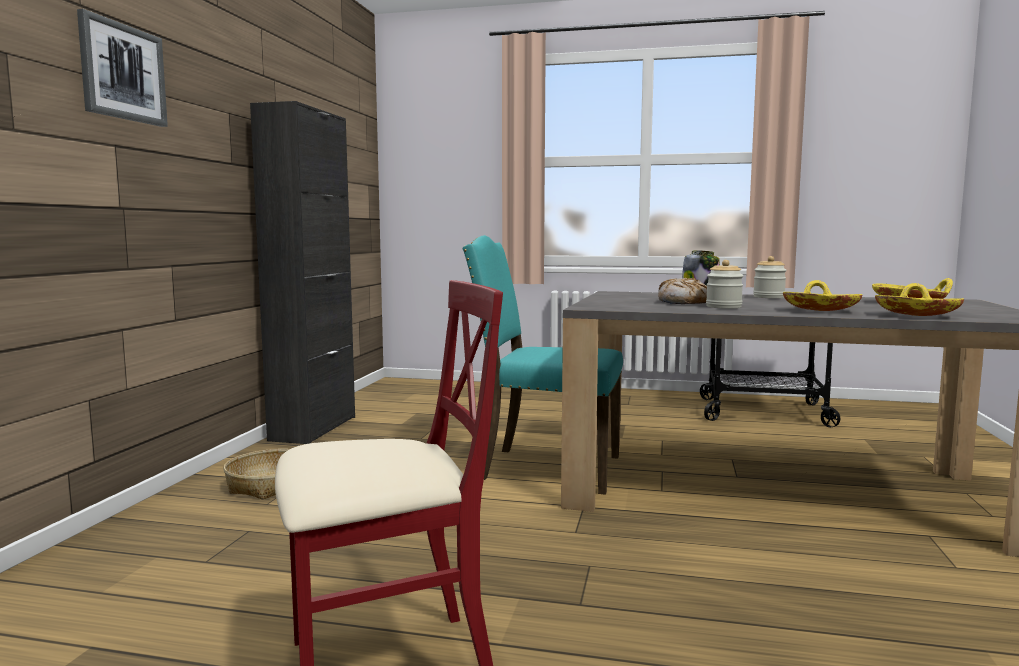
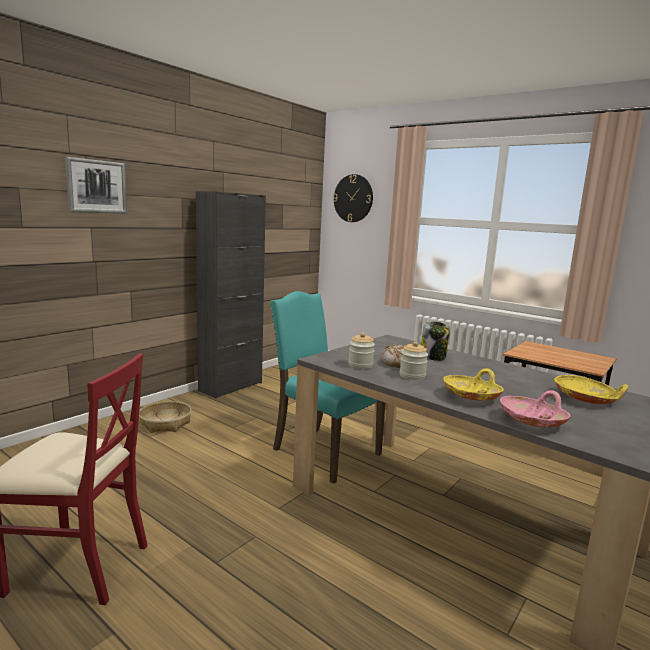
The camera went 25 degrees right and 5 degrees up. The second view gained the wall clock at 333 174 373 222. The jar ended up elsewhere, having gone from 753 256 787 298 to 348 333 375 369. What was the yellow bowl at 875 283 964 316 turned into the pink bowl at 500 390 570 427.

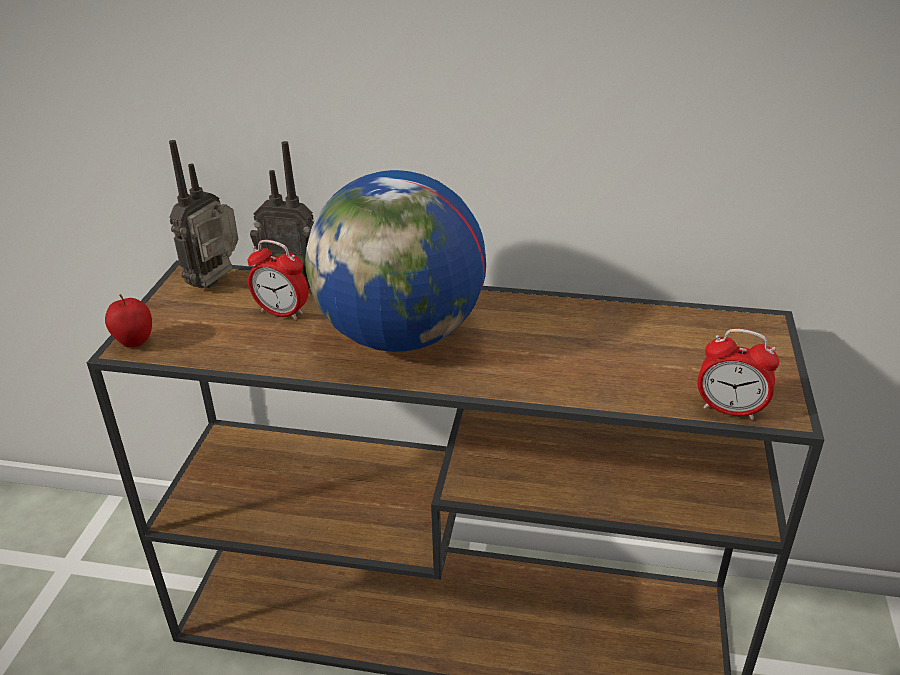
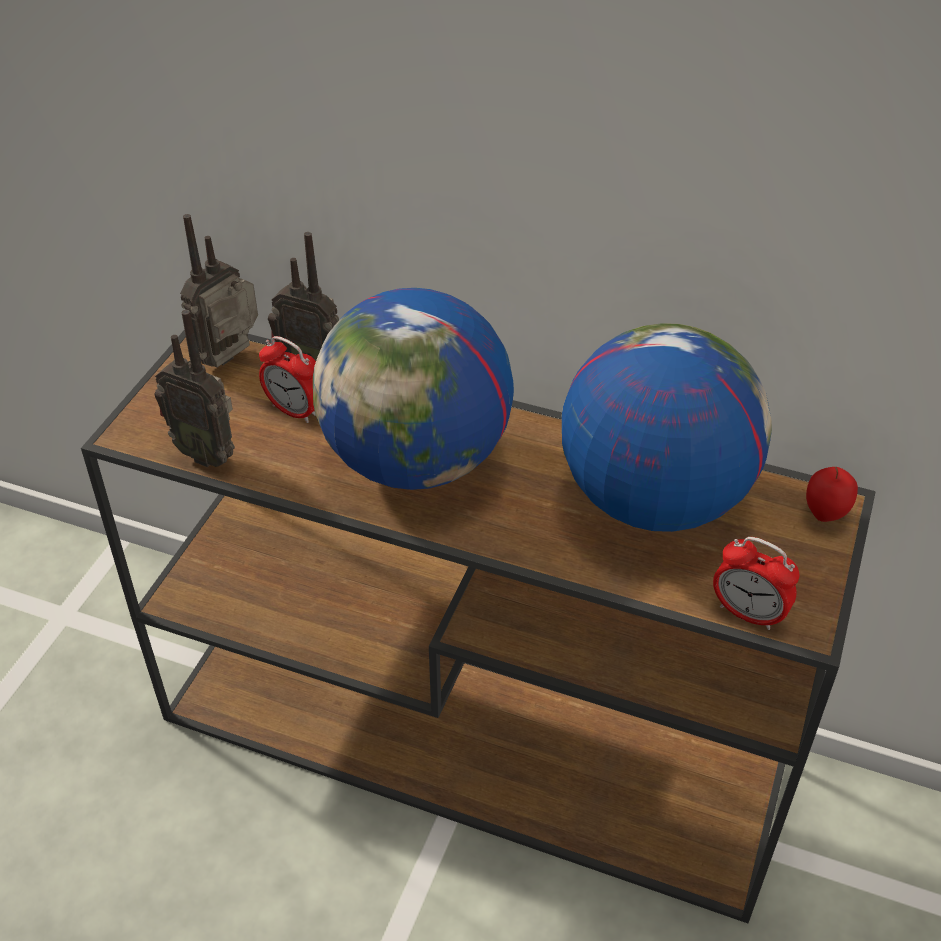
The camera went 10 degrees right and 10 degrees up. The second view gained the radio at 154 310 235 467. The second view gained the globe at 562 323 772 532. The apple ended up elsewhere, having gone from 105 294 152 348 to 806 467 858 522.

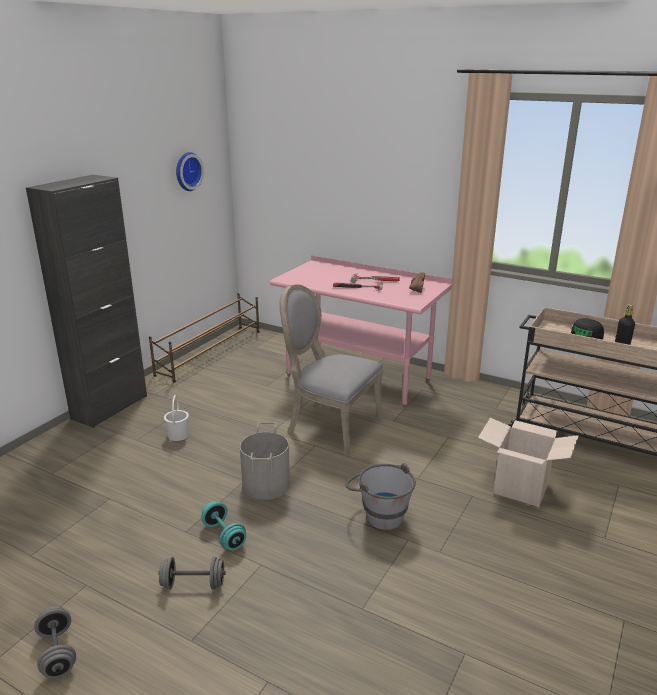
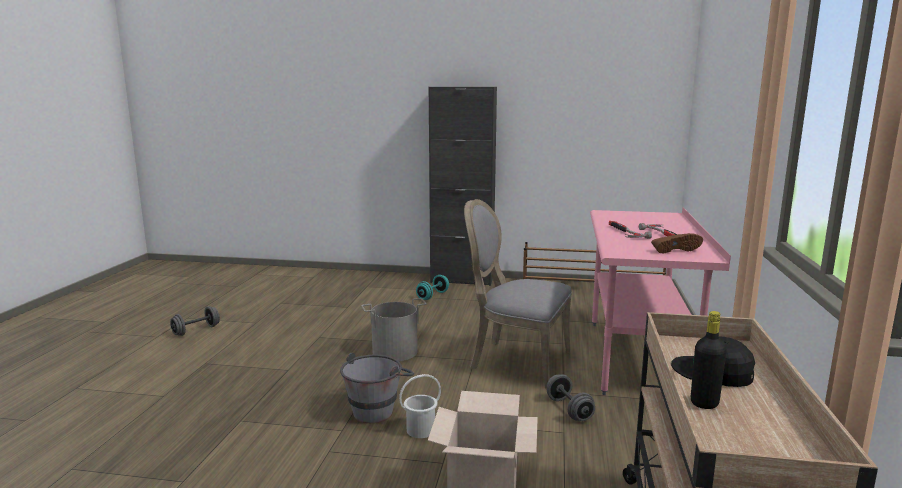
The camera went 70 degrees right and 10 degrees down. The second view lost the wall clock at 176 152 204 191. The grey dumbbell ended up elsewhere, having gone from 158 557 226 590 to 546 374 595 421. The white bucket ended up elsewhere, having gone from 164 395 189 441 to 399 374 441 438. The turquoise dumbbell ended up elsewhere, having gone from 201 501 246 550 to 416 275 449 300. The grey chair at 280 284 383 457 ended up facing another way, 75 degrees counterclockwise from before.

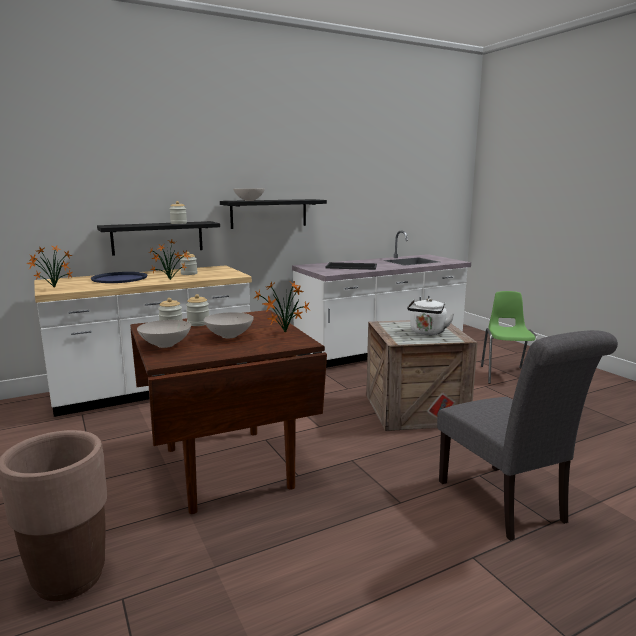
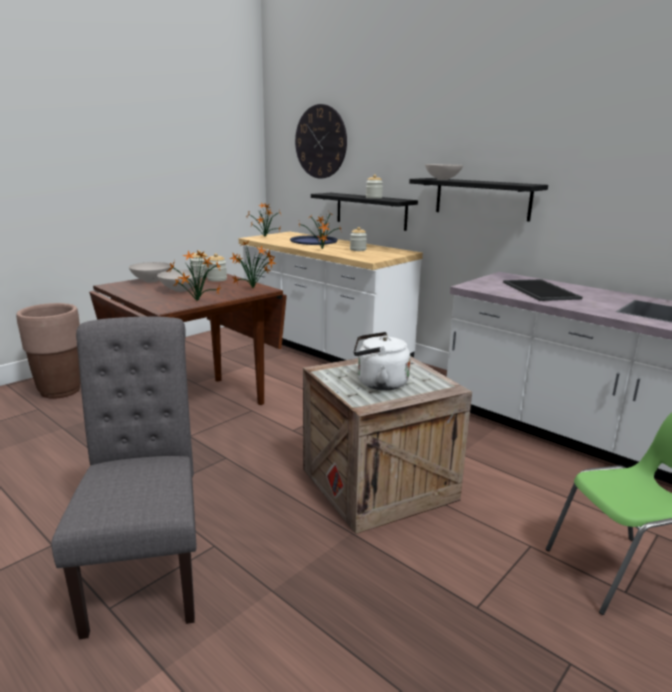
The camera went 70 degrees right and 5 degrees up. The second view gained the potted plant at 229 241 276 288. The second view gained the wall clock at 295 104 347 179. The grey chair at 437 330 618 541 ended up facing another way, 120 degrees clockwise from before.

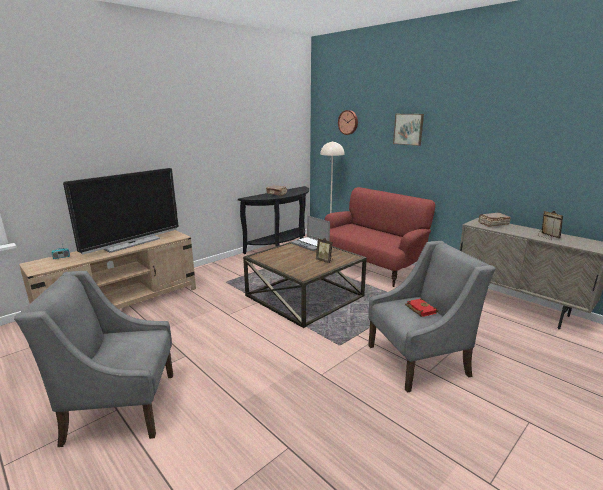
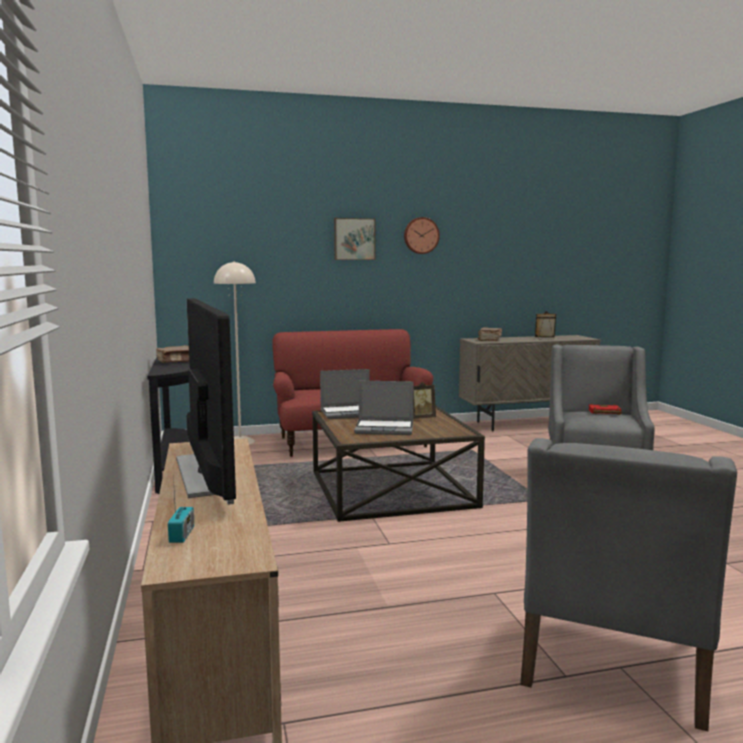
The camera went 60 degrees left and 10 degrees down. The second view gained the laptop at 354 381 414 435. The wall clock ended up elsewhere, having gone from 338 110 358 135 to 404 217 440 254.

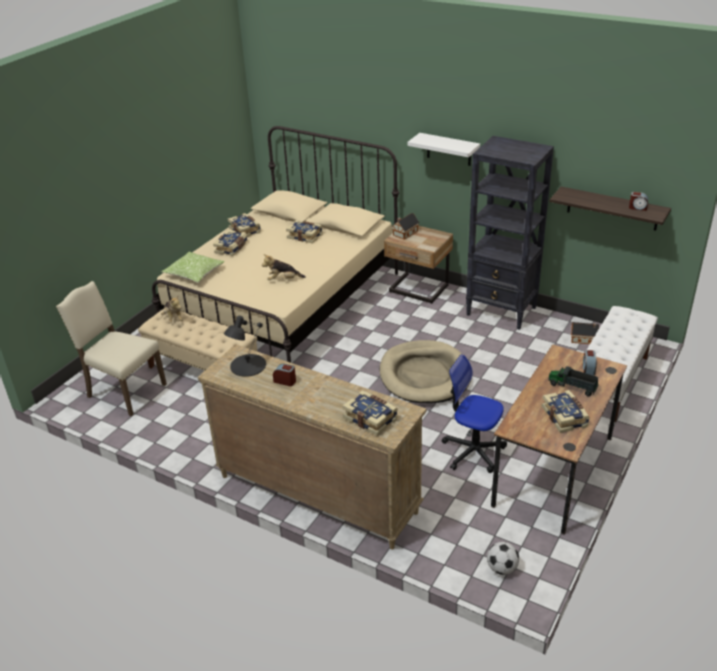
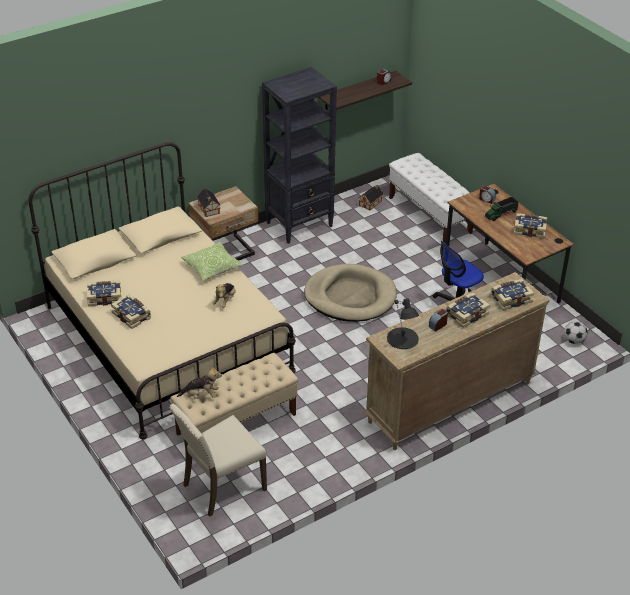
The camera went 65 degrees left and 5 degrees up. The second view lost the white shelf at 407 133 480 166. The pillow ended up elsewhere, having gone from 162 252 225 283 to 181 242 243 281. The book ended up elsewhere, having gone from 286 220 323 243 to 446 293 490 328.

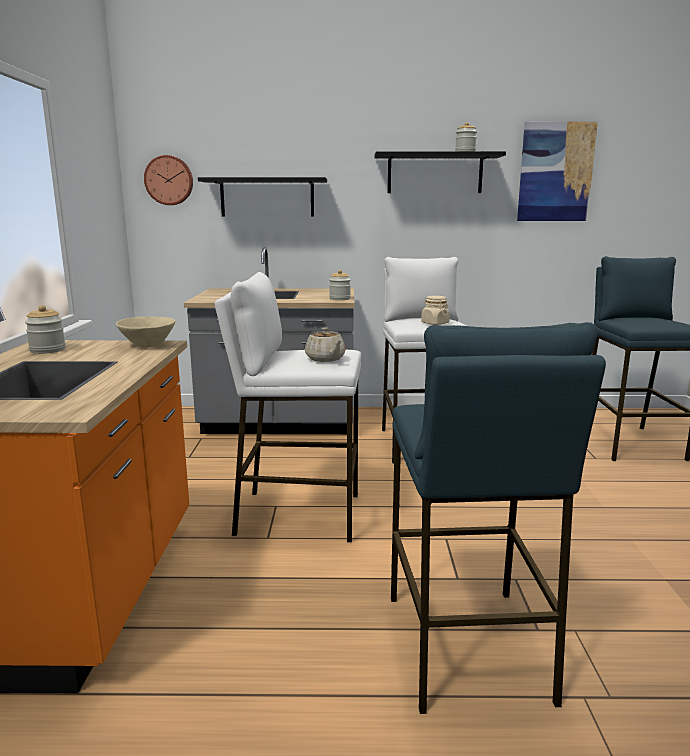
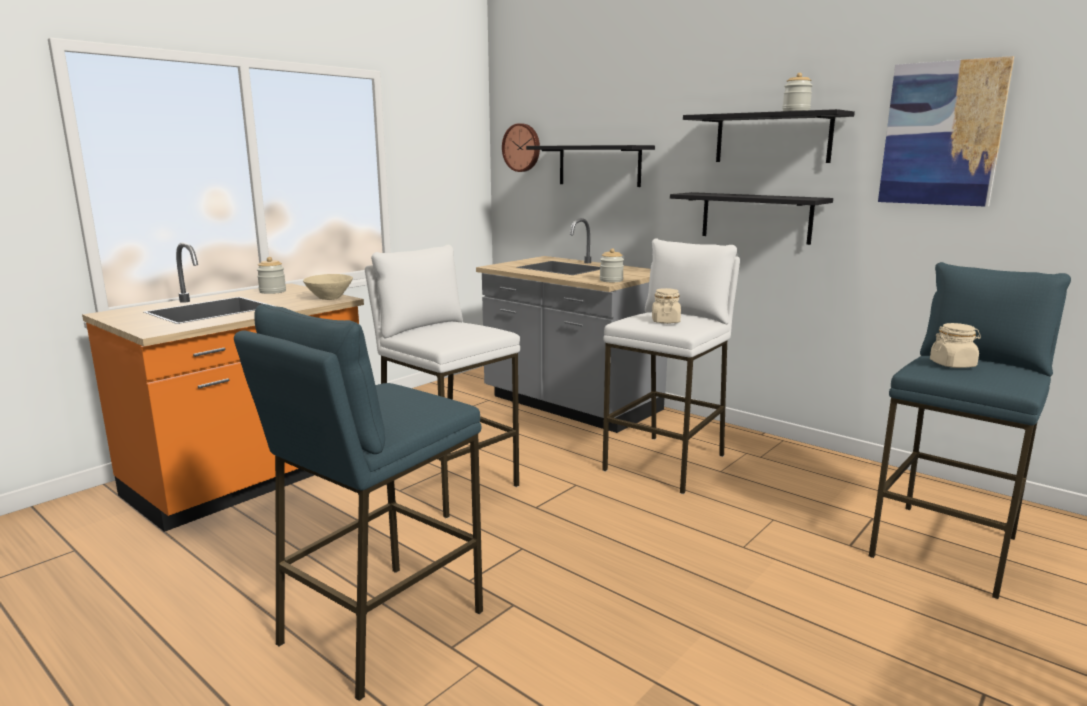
The camera went 40 degrees right and 0 degrees up. The second view lost the beige teapot at 305 327 346 362. The second view gained the black shelf at 670 192 833 245. The second view gained the beige jar at 930 323 981 368.

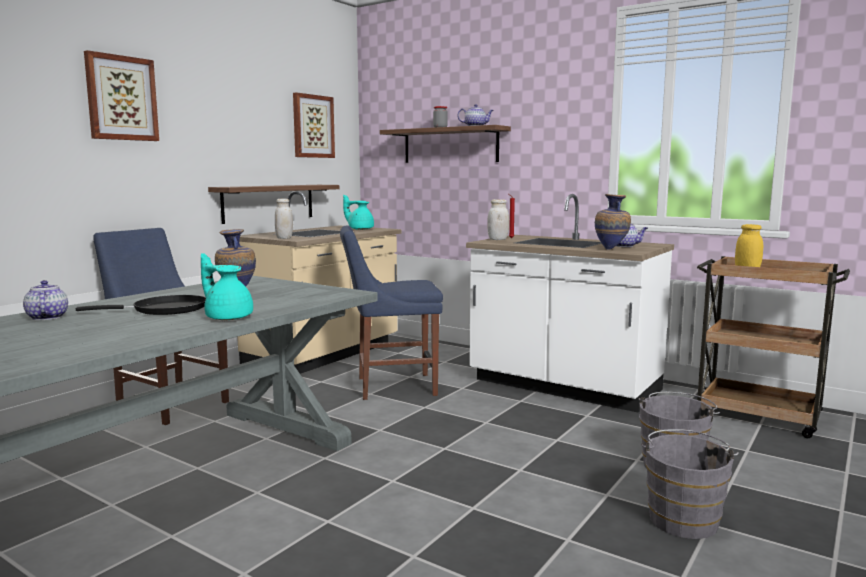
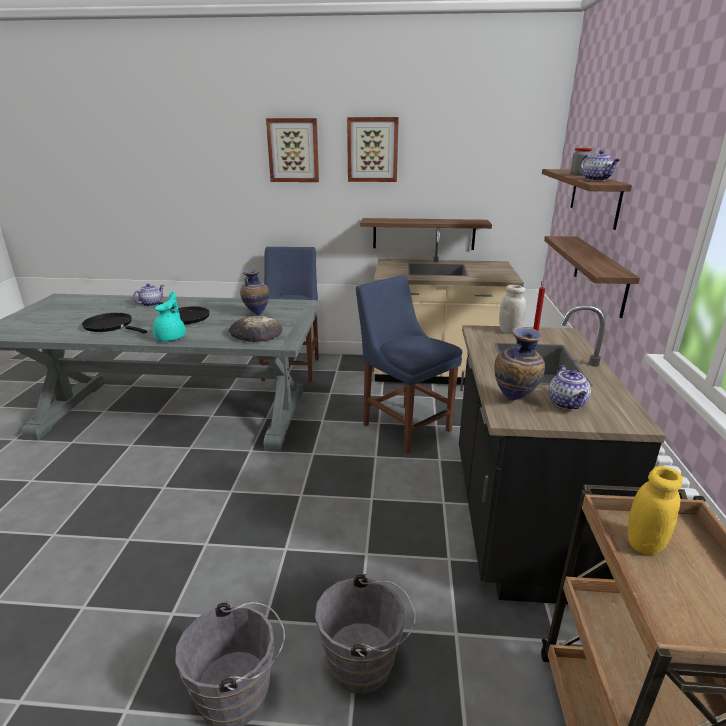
The camera went 60 degrees right and 15 degrees up. The second view lost the white jar at 275 199 293 239. The second view lost the turquoise teapot at 343 195 374 230. The second view gained the black frying pan at 82 313 147 333. The second view gained the bread at 229 315 282 342. The second view gained the shelf at 544 236 640 318. The picture ended up elsewhere, having gone from 293 92 335 158 to 347 117 399 182. What was the white counter at 466 194 674 413 turned into the black counter at 459 305 666 604.

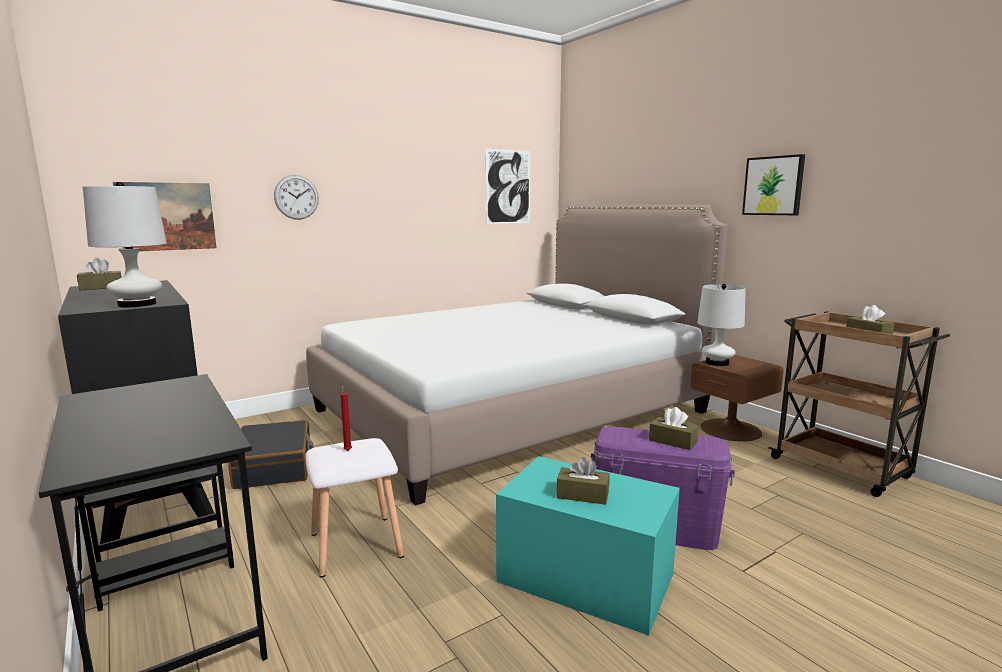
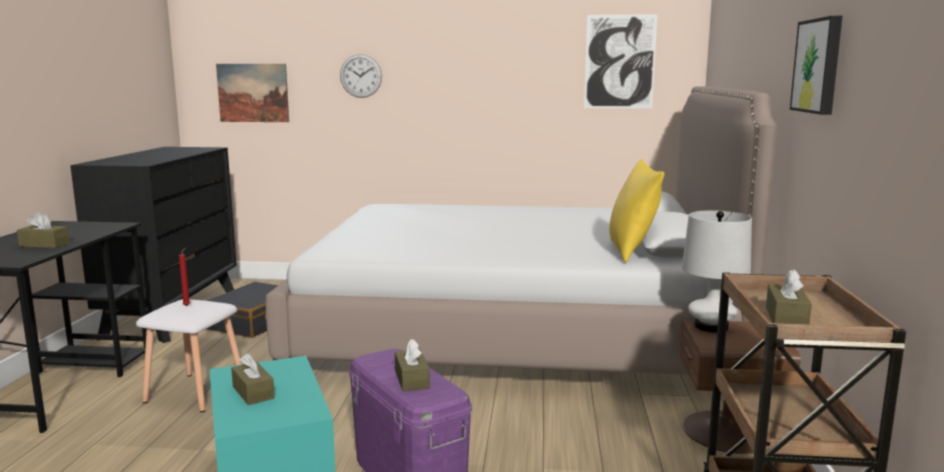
The camera went 40 degrees right and 0 degrees up. The second view lost the white table lamp at 83 182 167 307. The second view gained the yellow pillow at 609 159 664 262. The brown tissue box ended up elsewhere, having gone from 77 258 122 290 to 17 212 69 248.

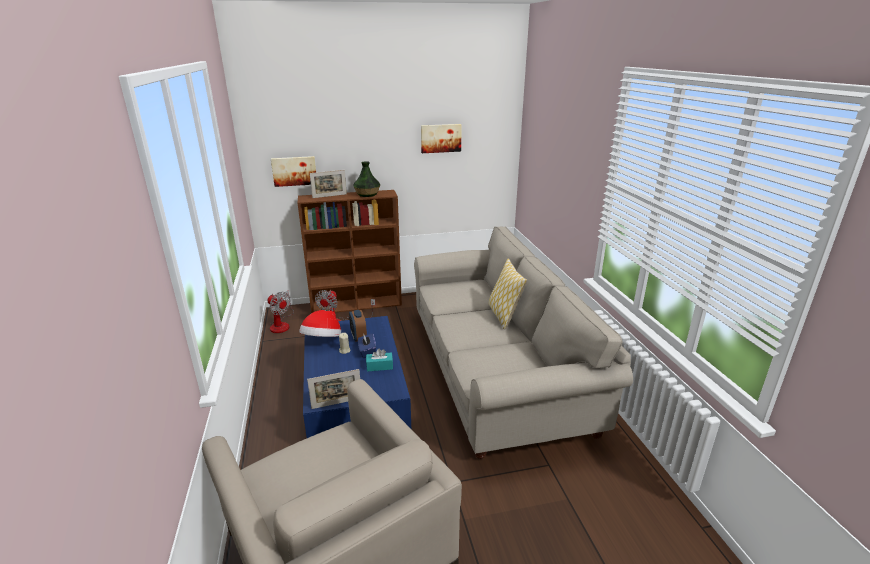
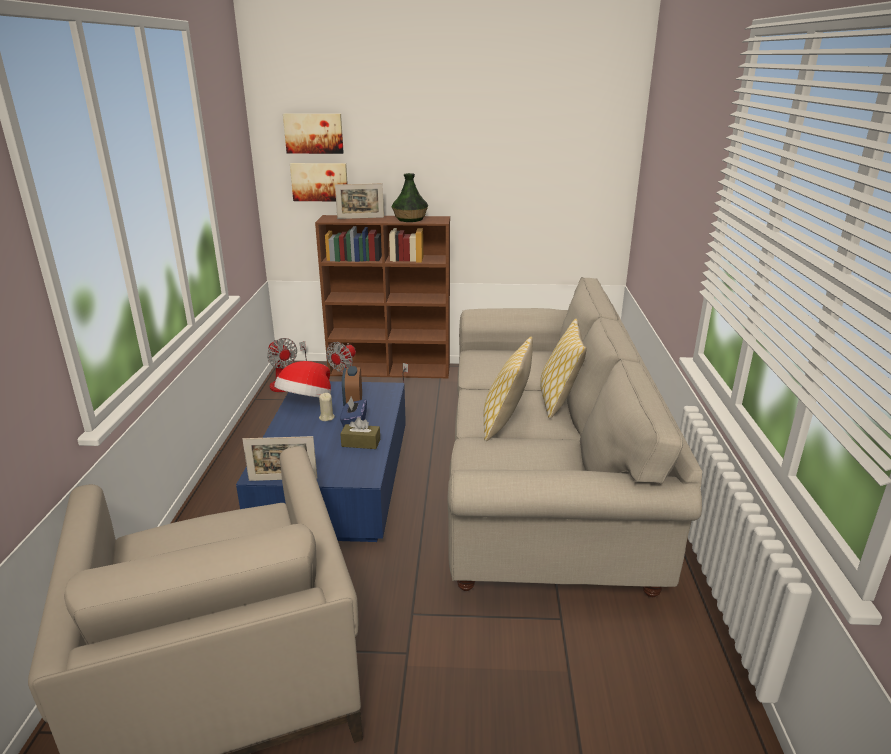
The camera went 15 degrees right and 0 degrees up. The second view gained the pillow at 483 337 533 441. The picture ended up elsewhere, having gone from 421 124 462 153 to 283 113 344 154. What was the turquoise tissue box at 366 348 393 372 turned into the brown tissue box at 340 417 380 449.

